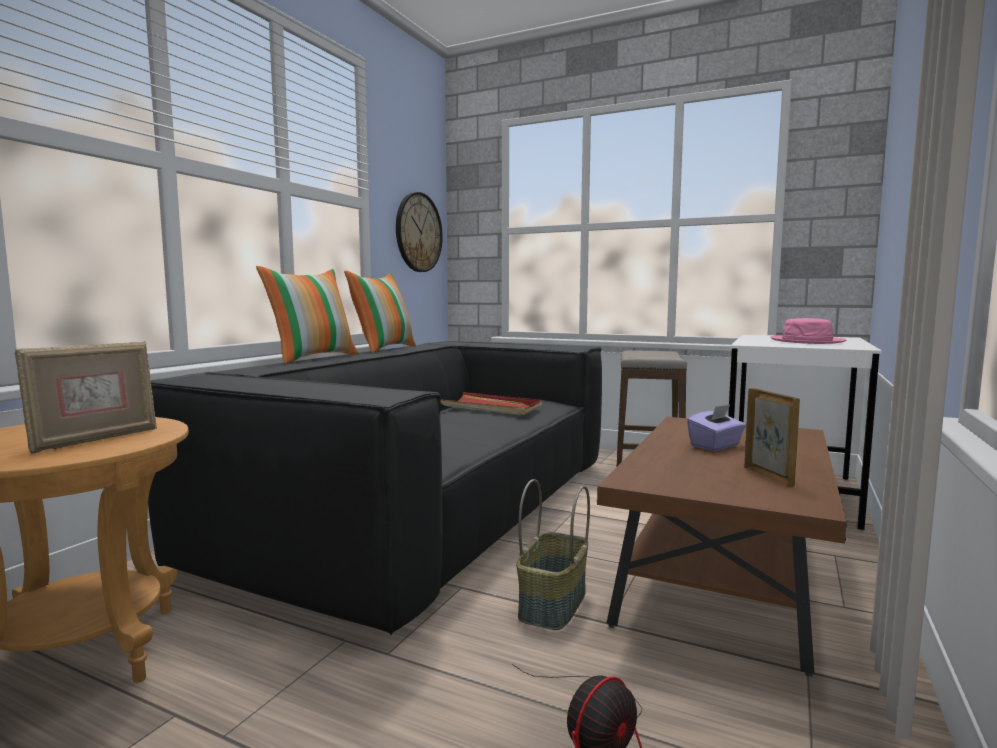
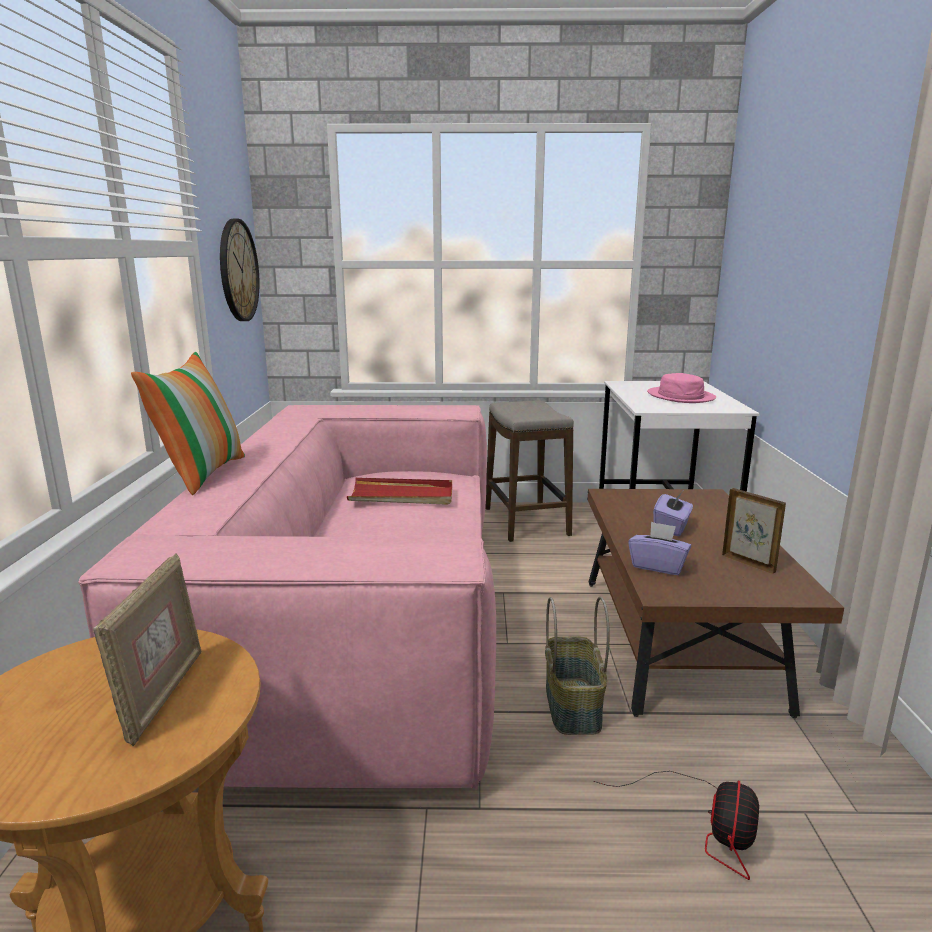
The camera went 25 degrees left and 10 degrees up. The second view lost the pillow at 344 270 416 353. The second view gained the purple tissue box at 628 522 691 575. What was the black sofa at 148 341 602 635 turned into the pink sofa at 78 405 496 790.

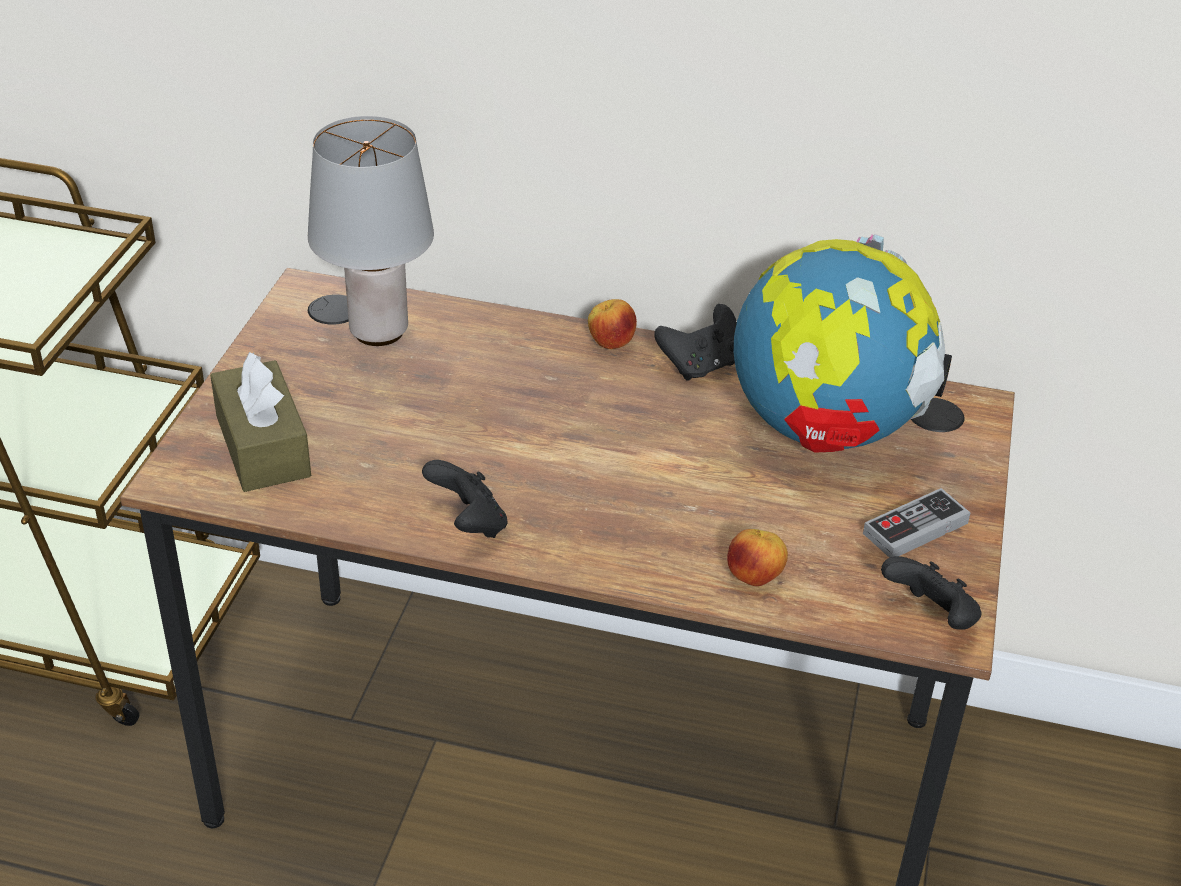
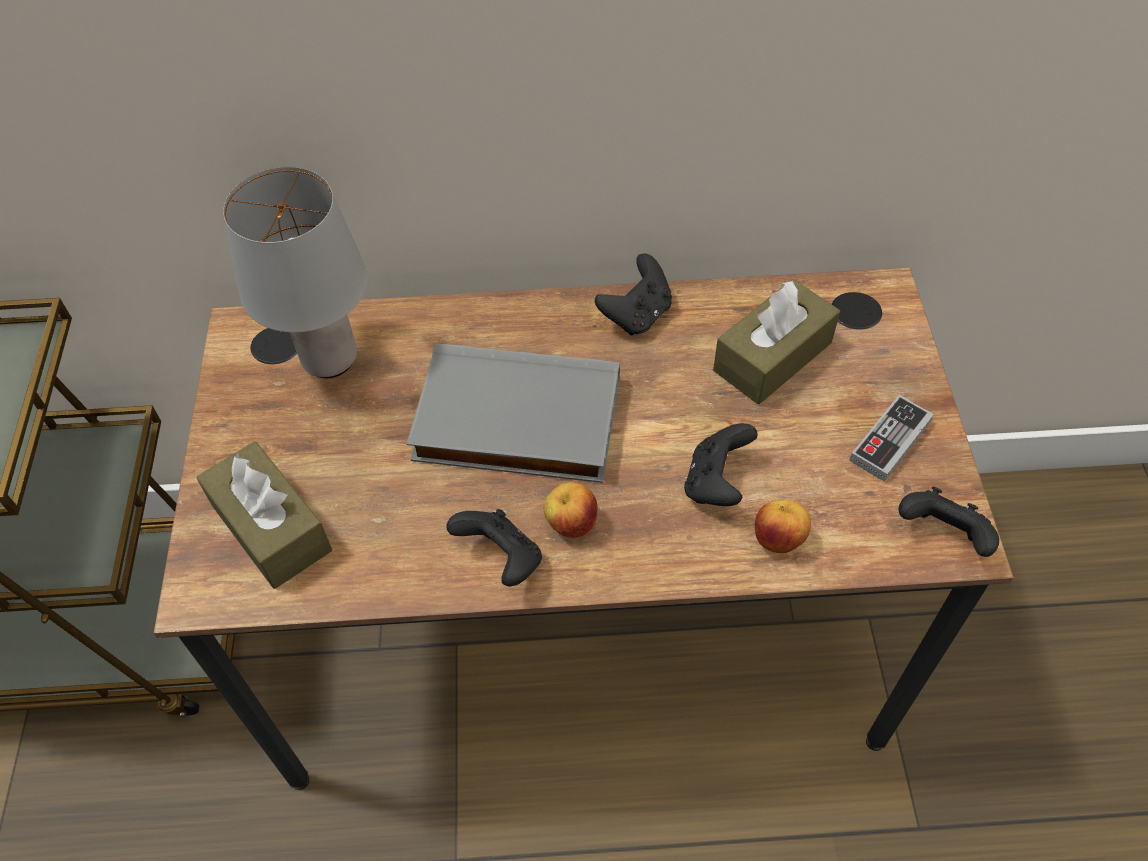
The camera went 15 degrees left and 15 degrees up. The second view gained the grey book at 407 344 620 483. The second view gained the black game controller at 684 423 758 506. The apple ended up elsewhere, having gone from 588 299 637 349 to 543 482 598 538. Where the globe stood at 734 234 952 453, the brown tissue box came to stand at 713 279 840 404.

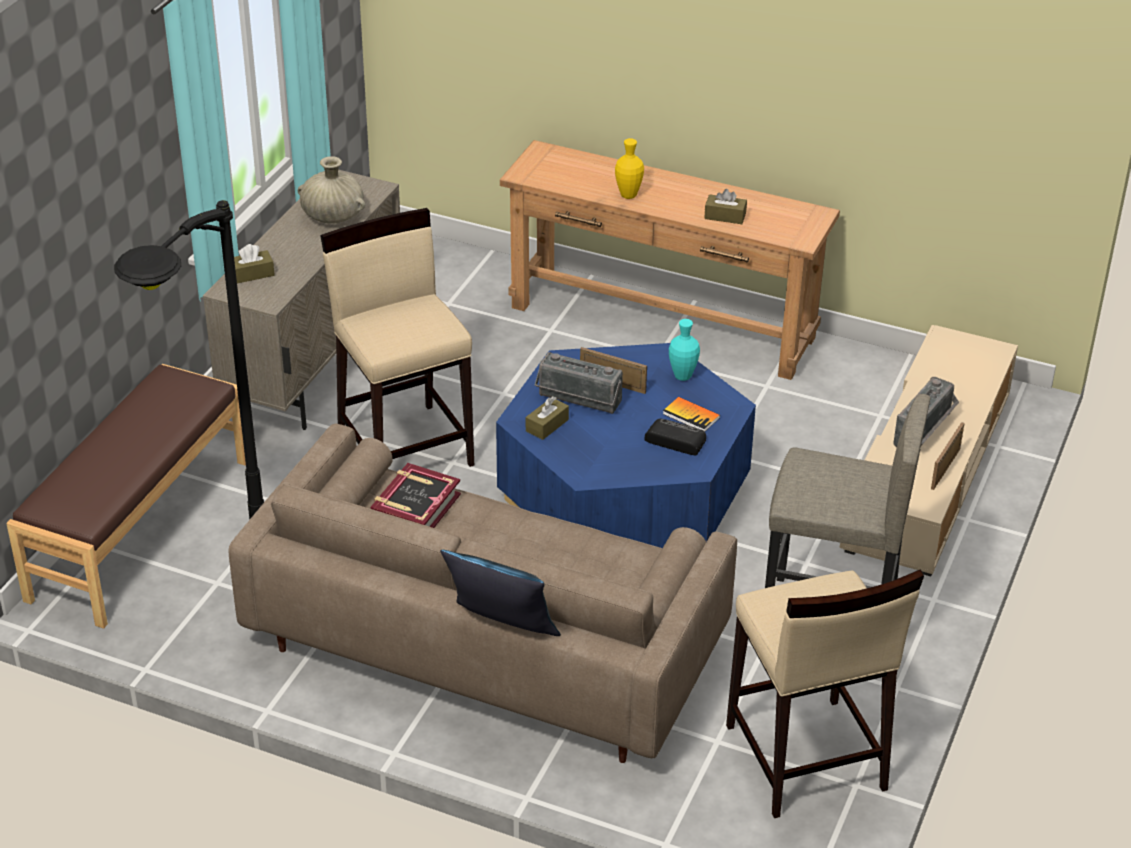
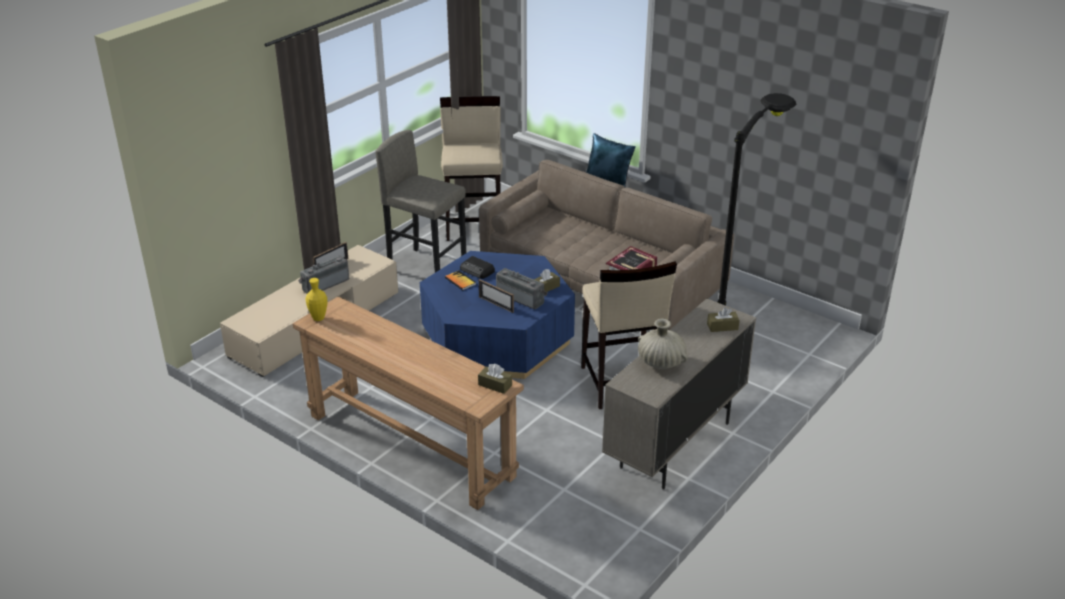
The camera went 165 degrees left and 5 degrees down. The second view lost the brown bench at 6 364 246 629. The second view lost the turquoise vase at 669 319 700 381. The yellow vase ended up elsewhere, having gone from 615 138 644 199 to 305 278 328 321. The brown tissue box ended up elsewhere, having gone from 704 189 747 224 to 478 364 512 394.

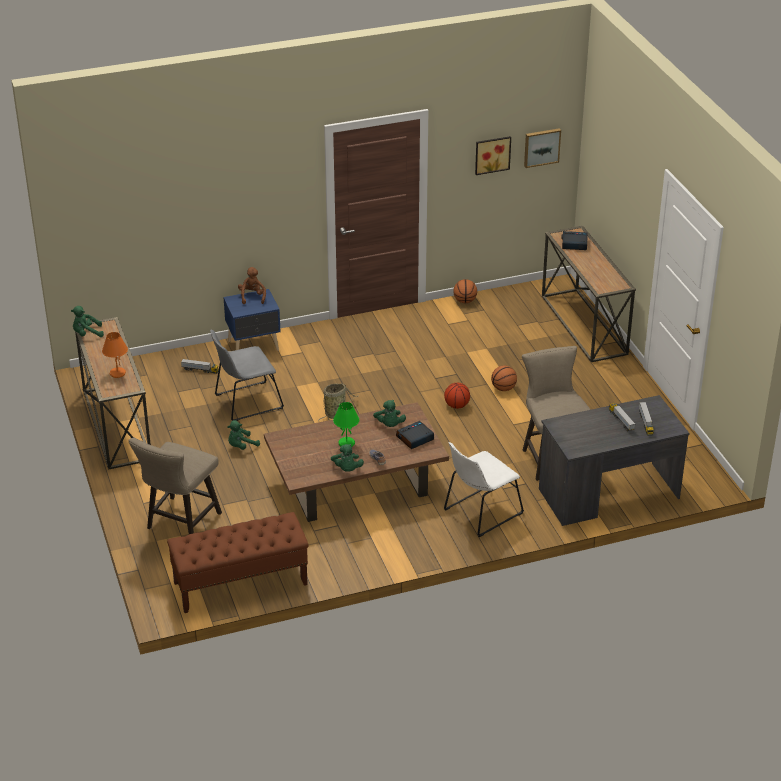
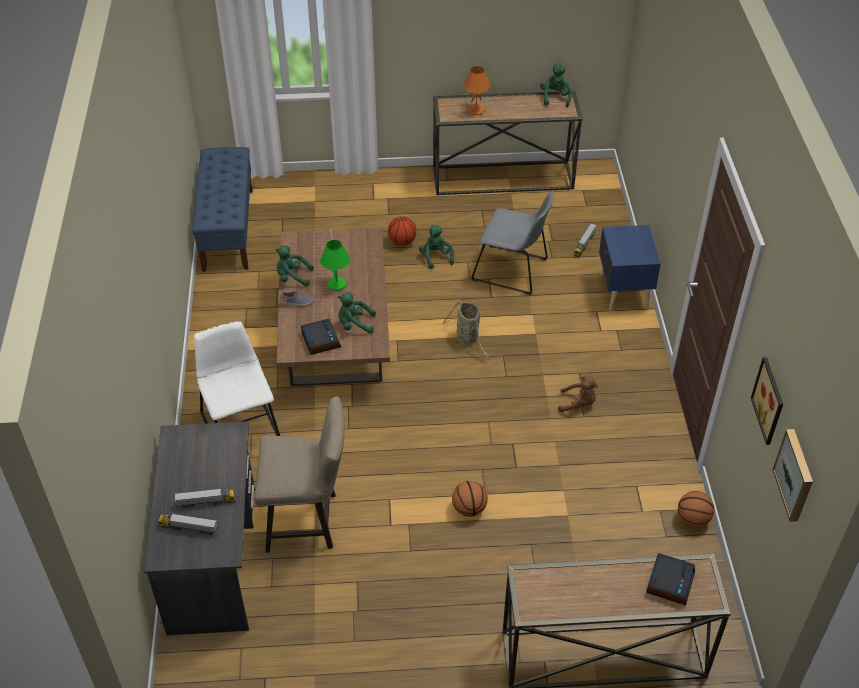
The camera went 105 degrees right and 10 degrees up. The second view lost the beige stool at 129 438 222 534. The brown plush toy ended up elsewhere, having gone from 238 267 266 304 to 558 376 598 412. The basketball ended up elsewhere, having gone from 444 383 470 409 to 388 217 416 245. What was the brown bench at 167 512 309 613 turned into the blue bench at 192 147 253 272. The grey chair at 210 330 284 421 ended up facing another way, 120 degrees clockwise from before.

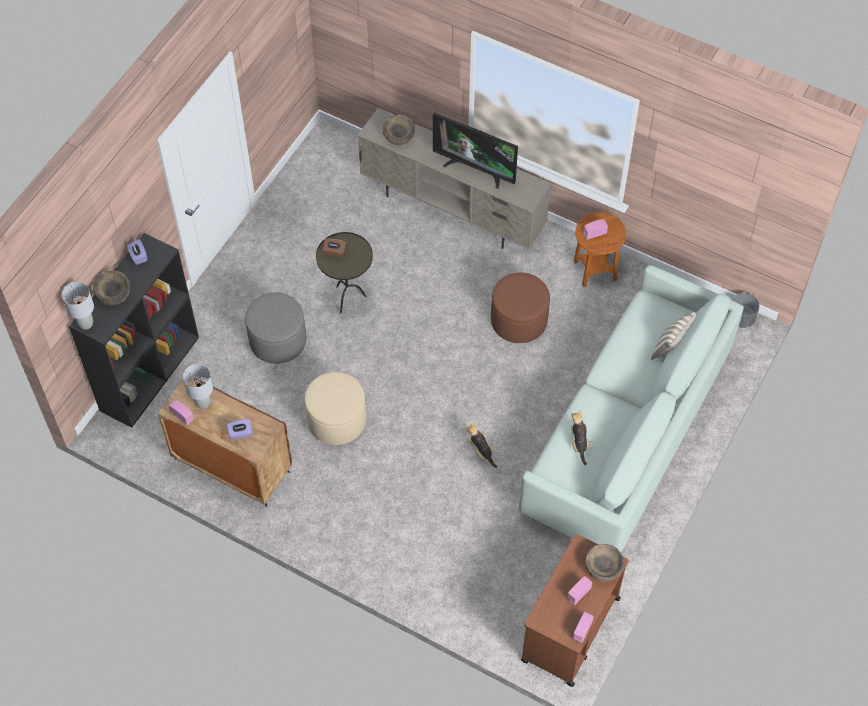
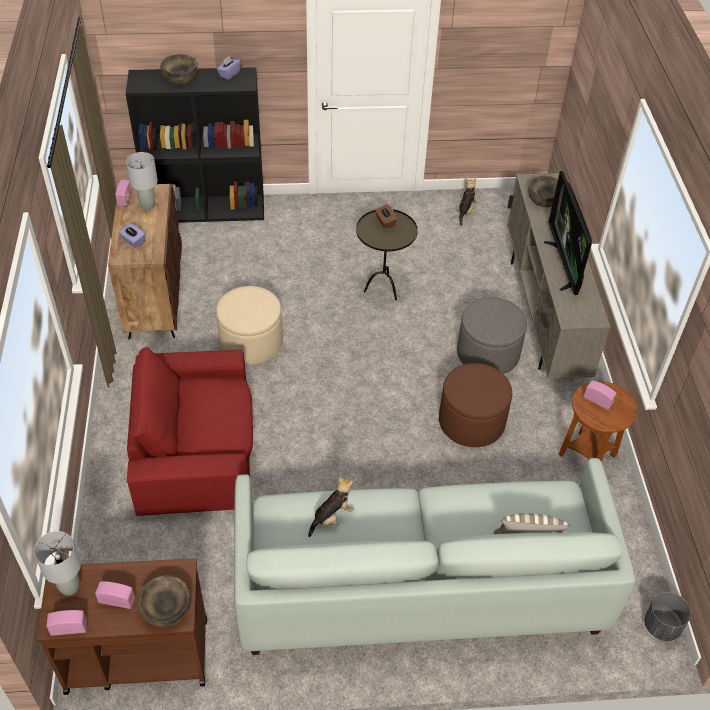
The camera went 55 degrees right and 10 degrees down. The second view gained the red armchair at 127 347 253 516. The grey table lamp ended up elsewhere, having gone from 62 282 94 330 to 34 531 81 596. The grey ottoman ended up elsewhere, having gone from 245 292 306 364 to 457 297 527 374. The plush toy ended up elsewhere, having gone from 465 422 497 468 to 457 178 477 226.

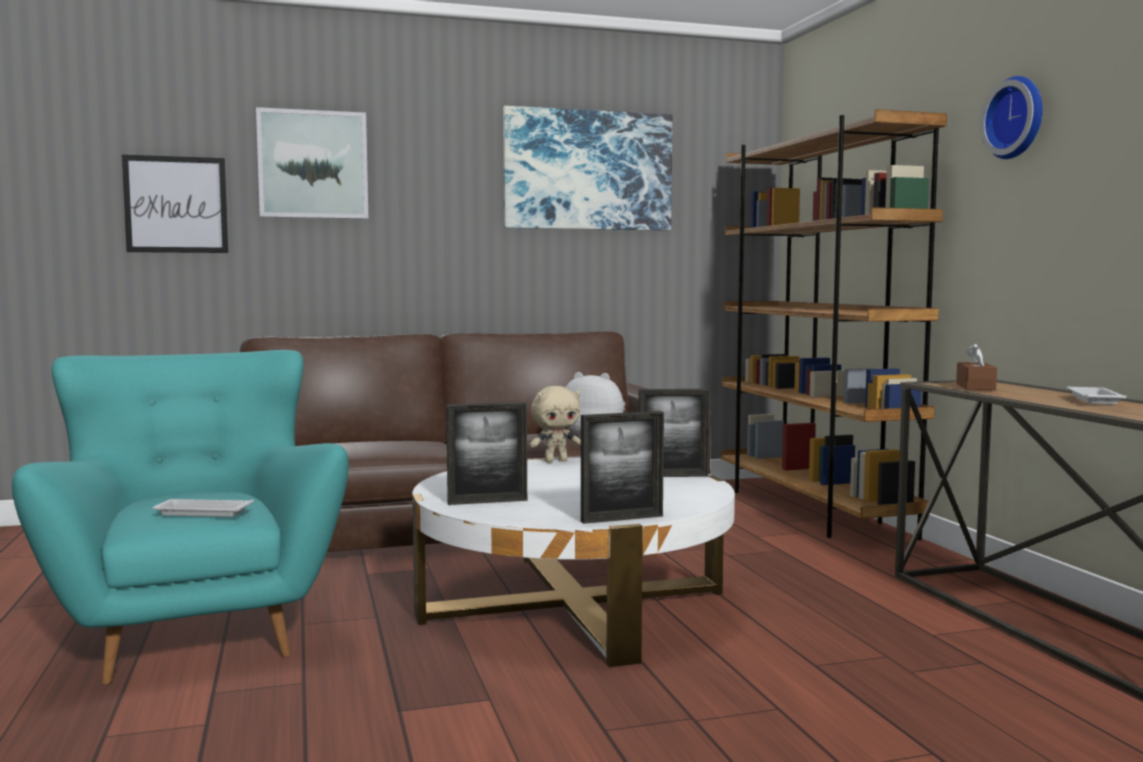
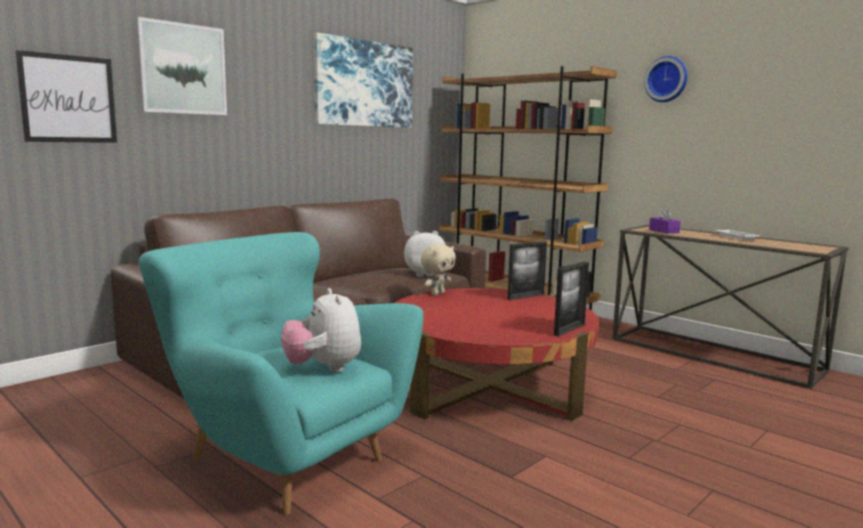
The camera went 30 degrees left and 5 degrees up. The second view lost the picture frame at 446 402 527 505. Where the white tray stood at 152 499 254 517, the plush toy came to stand at 281 288 361 372. What was the white coffee table at 412 457 735 667 turned into the red coffee table at 394 288 599 421. What was the brown tissue box at 956 343 997 390 turned into the purple tissue box at 649 207 681 234.

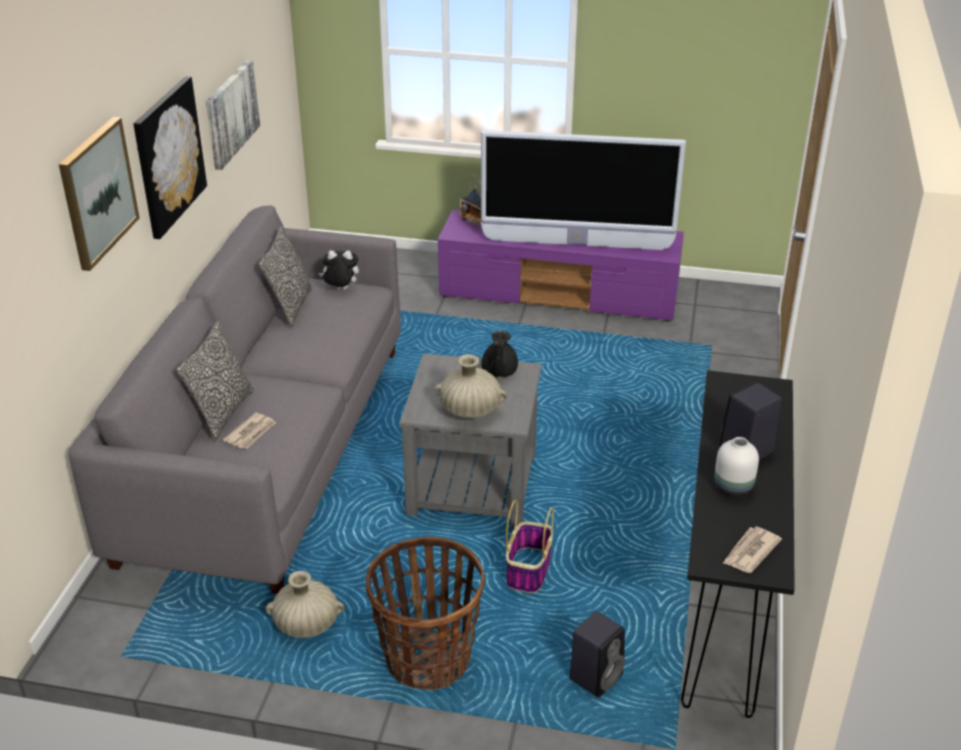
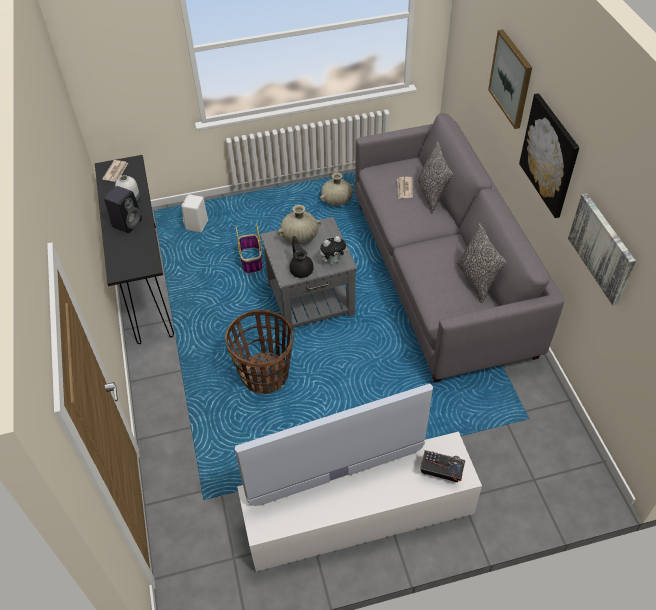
The camera went 155 degrees right and 15 degrees up. The plush toy ended up elsewhere, having gone from 319 250 359 290 to 320 236 348 264. The basket ended up elsewhere, having gone from 366 537 485 690 to 225 310 293 394. What was the purple tv stand at 438 210 684 322 turned into the white tv stand at 237 432 482 572. What was the black speaker at 570 611 625 697 turned into the white speaker at 181 194 208 232.

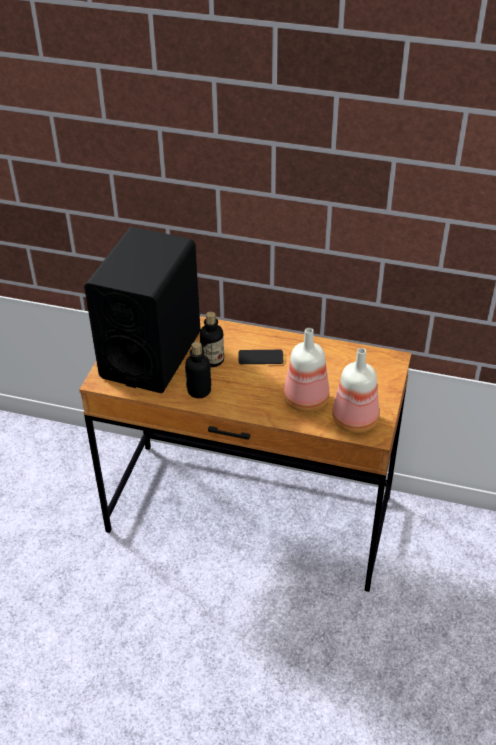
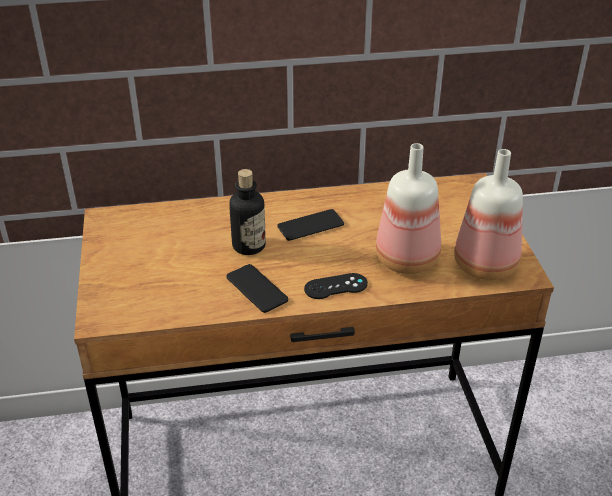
The camera went 25 degrees left and 5 degrees down. The second view lost the black speaker at 84 227 201 393. The second view gained the black game controller at 304 273 368 299. Where the bottle stood at 185 342 211 398, the phone came to stand at 226 264 288 313.

